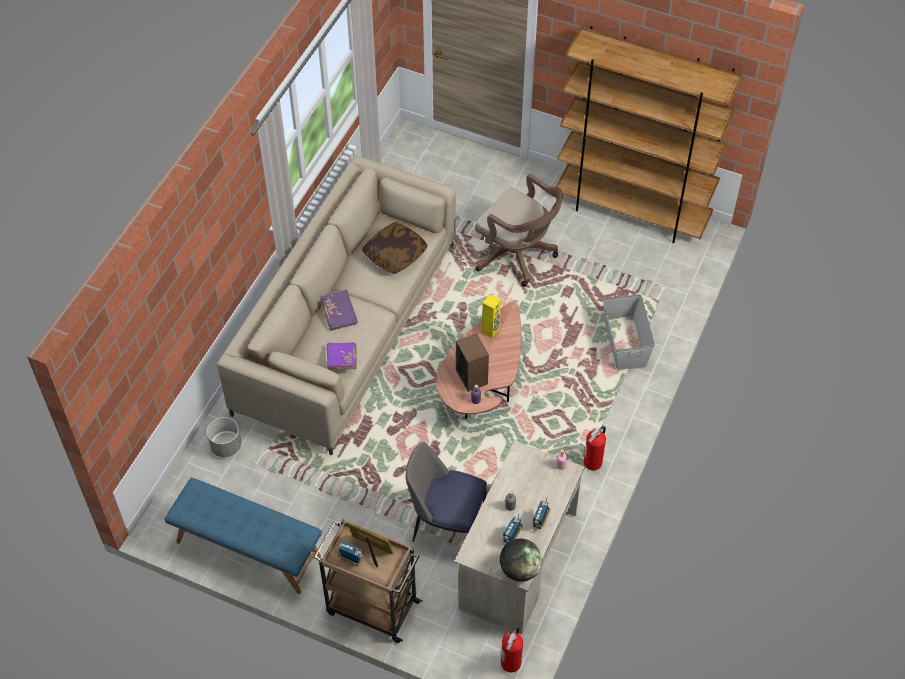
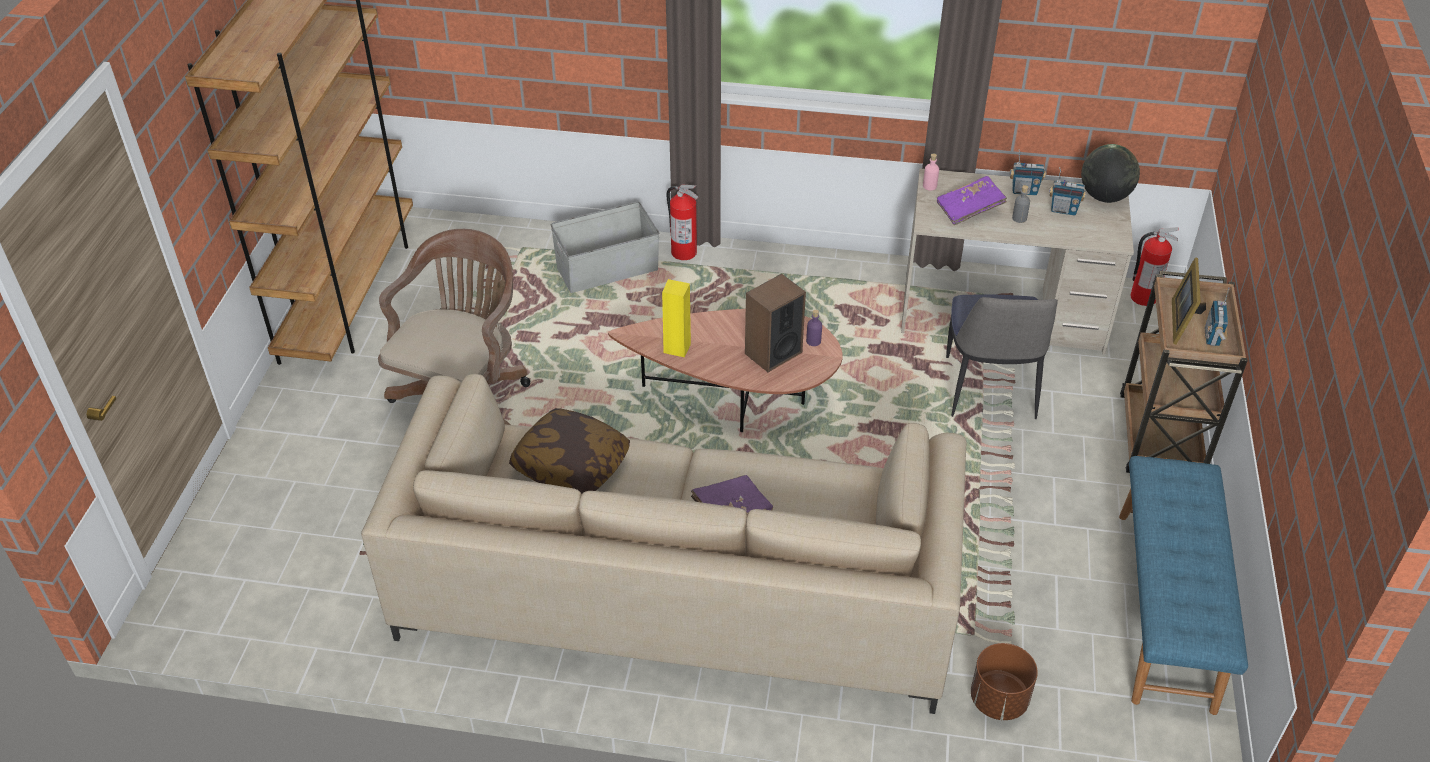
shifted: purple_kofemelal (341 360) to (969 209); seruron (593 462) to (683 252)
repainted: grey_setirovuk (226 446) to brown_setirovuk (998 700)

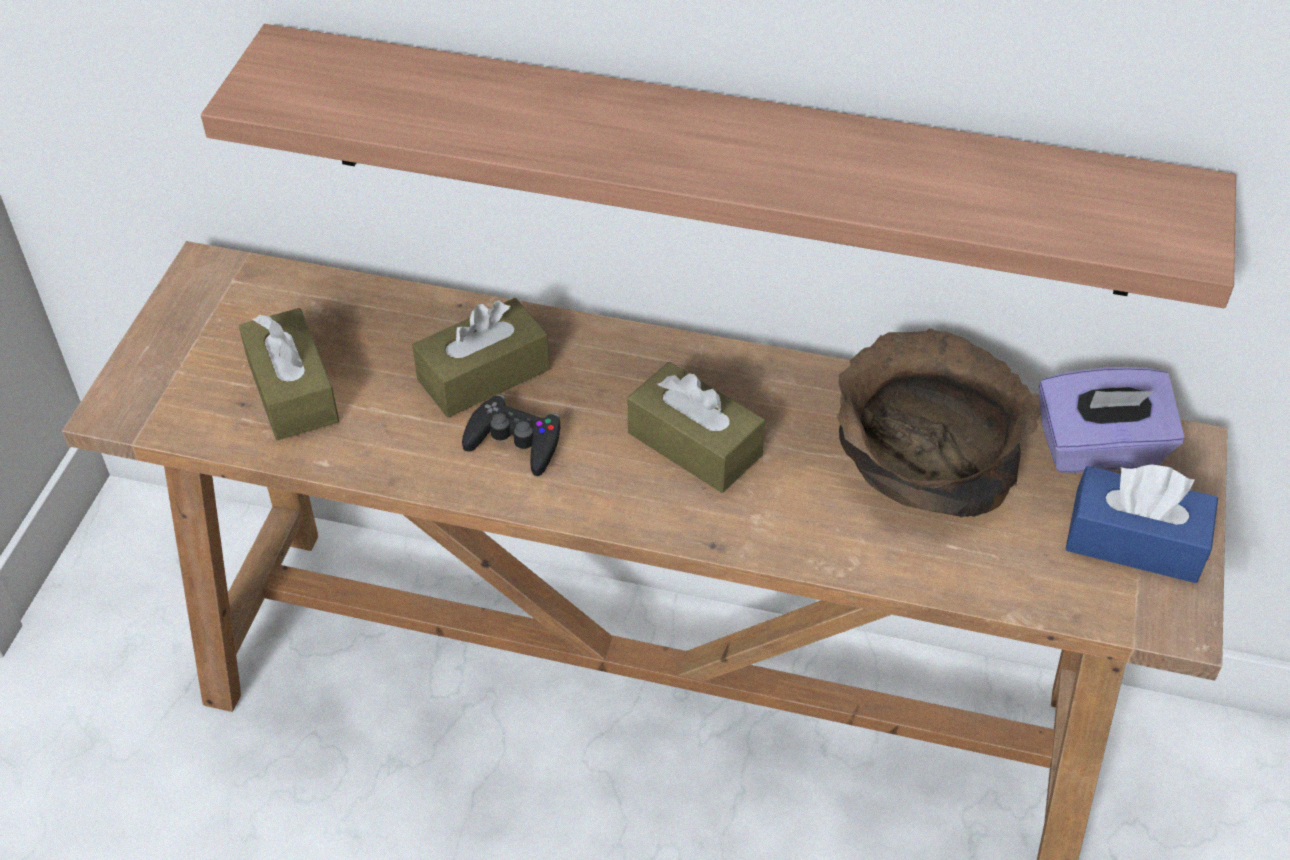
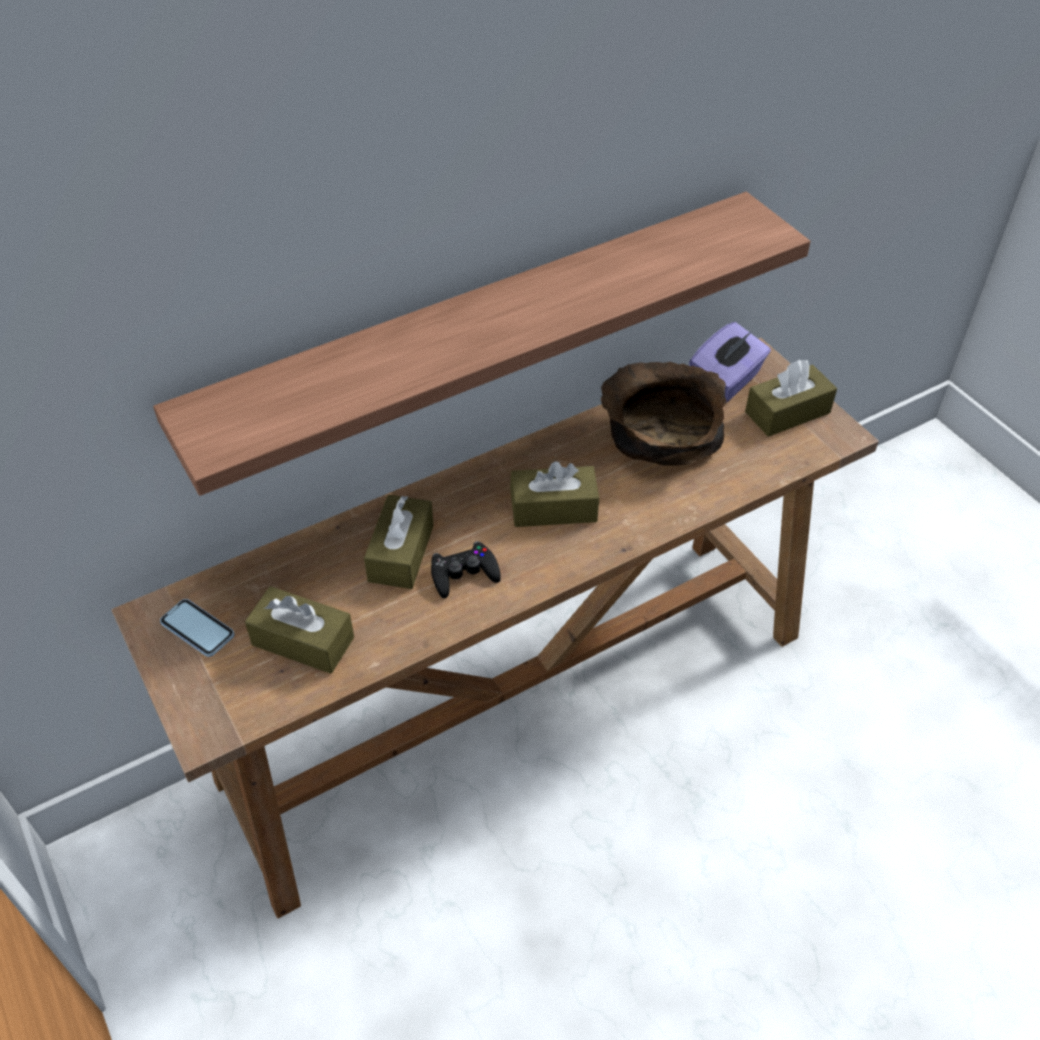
new: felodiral (197 629)
repainted: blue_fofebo (1134 541) to brown_fofebo (787 412)

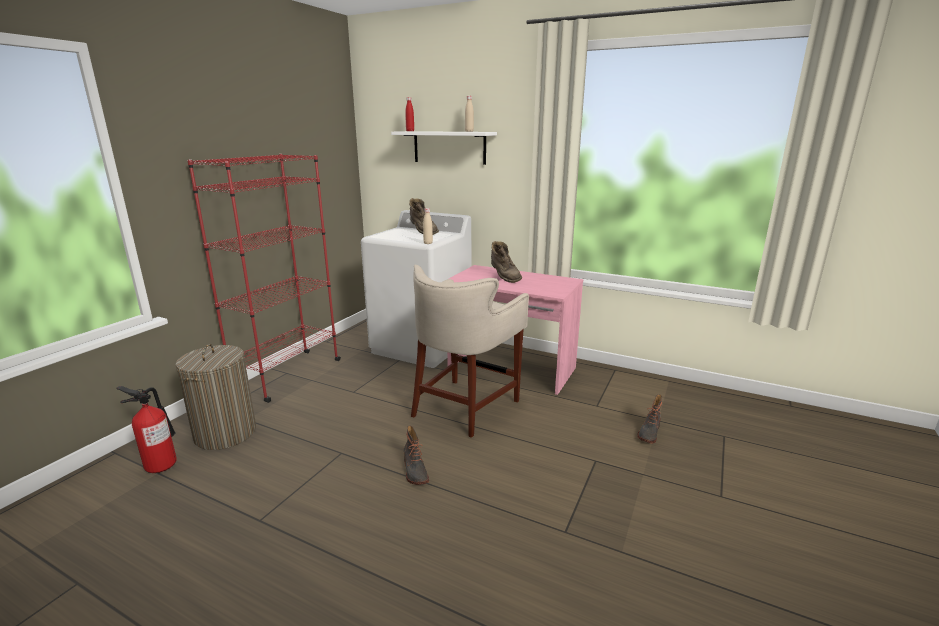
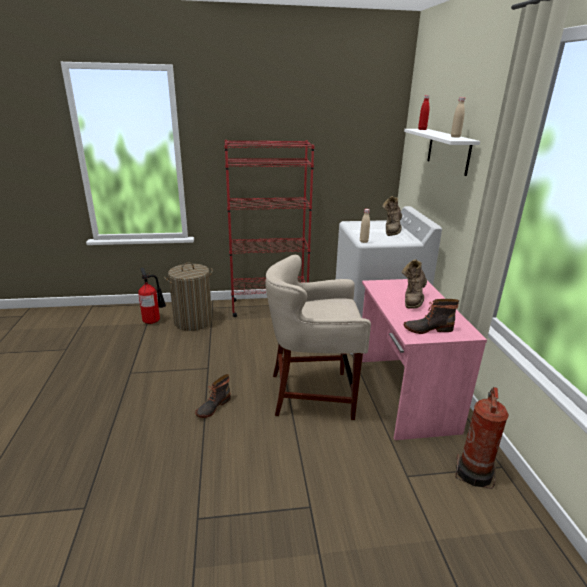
new: seruron (474 472)
shifted: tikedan (648 432) to (427 329)

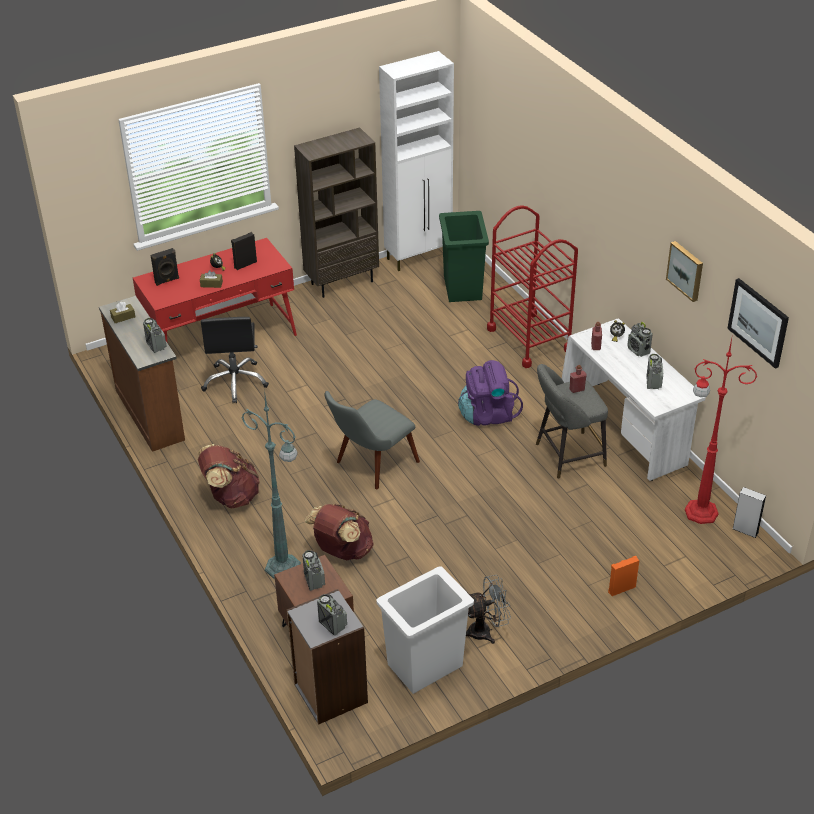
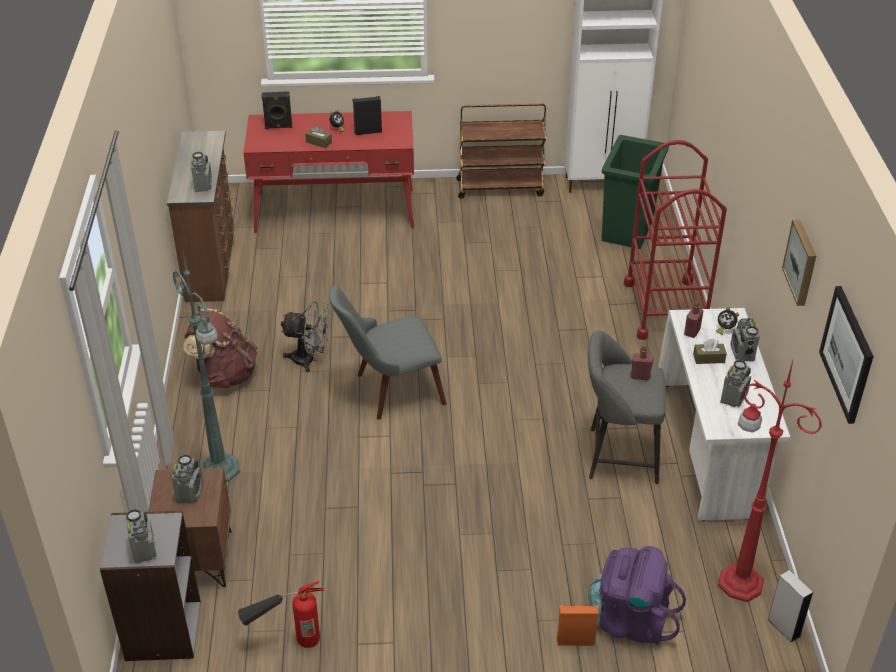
gone: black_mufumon (235 382); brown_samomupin (342 551)
shifted: brown_fofebo (123 317) to (708 358); purple_samomupin (488 415) to (630 620); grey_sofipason (485 631) to (309 360)
swapped: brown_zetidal (342 282) to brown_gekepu (500 187); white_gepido (426 665) to seruron (286 641)

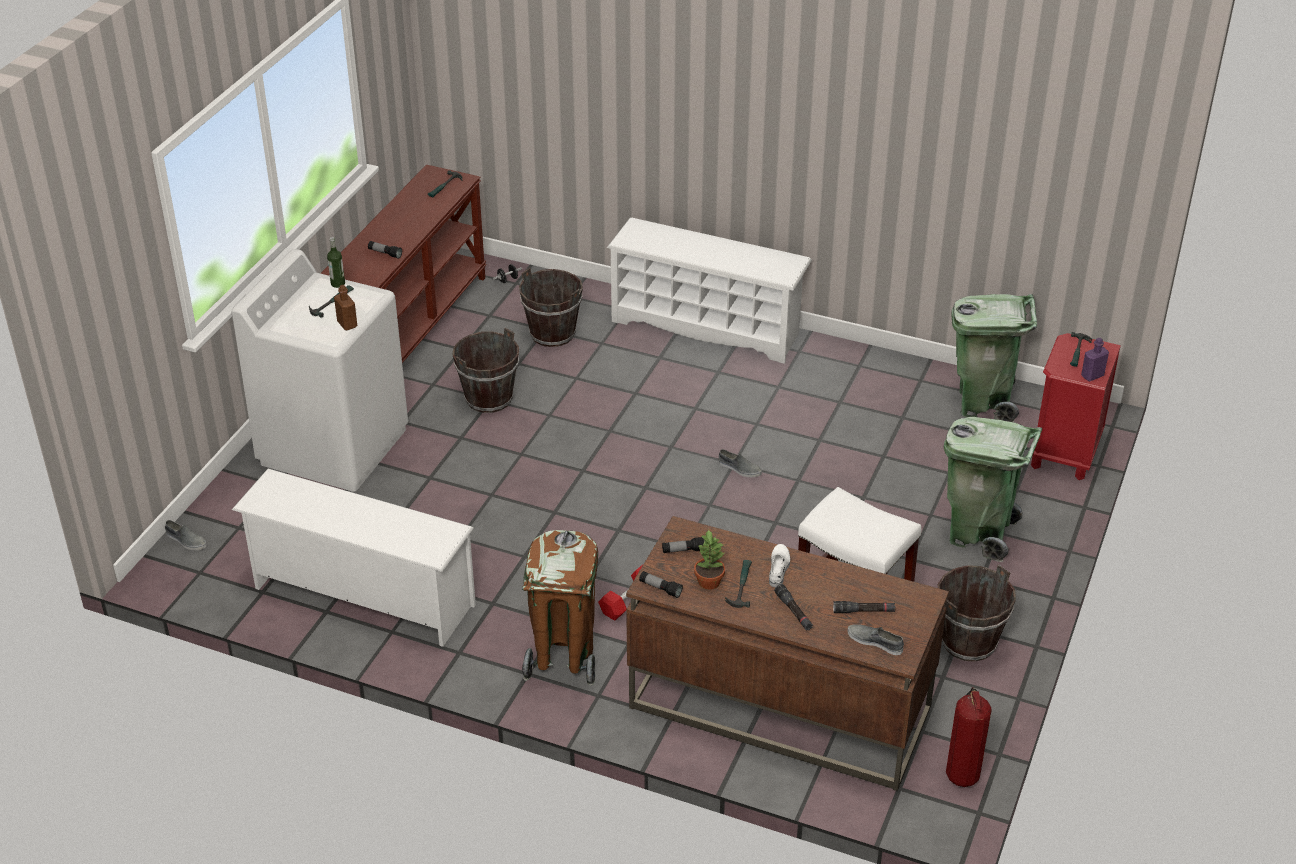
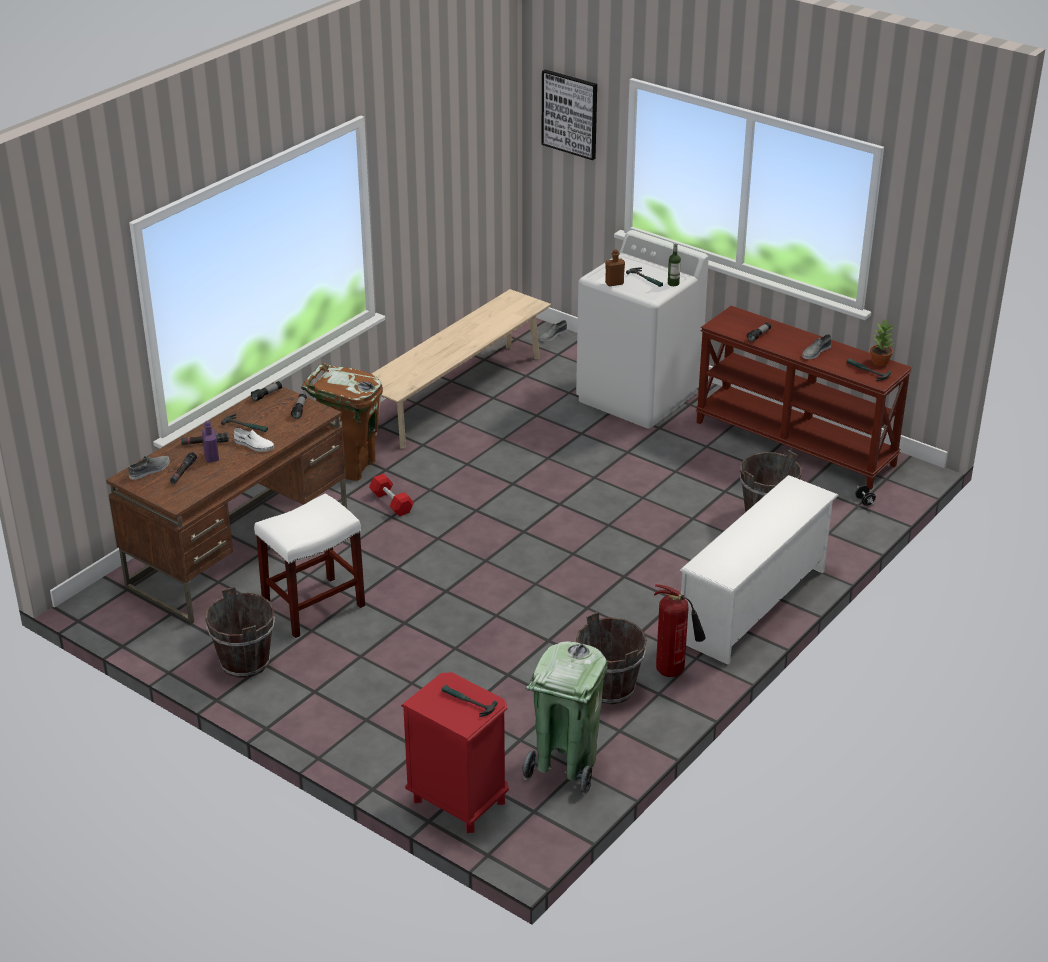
gone: green_gepido (979 533)
new: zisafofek (570 114)
shifted: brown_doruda (489 399) to (609 688); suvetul (708 581) to (880 361); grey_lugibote (739 468) to (816 352); seruron (960 774) to (674 672); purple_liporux (1092 376) to (211 457)
swapped: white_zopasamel (361 597) to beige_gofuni (458 394)

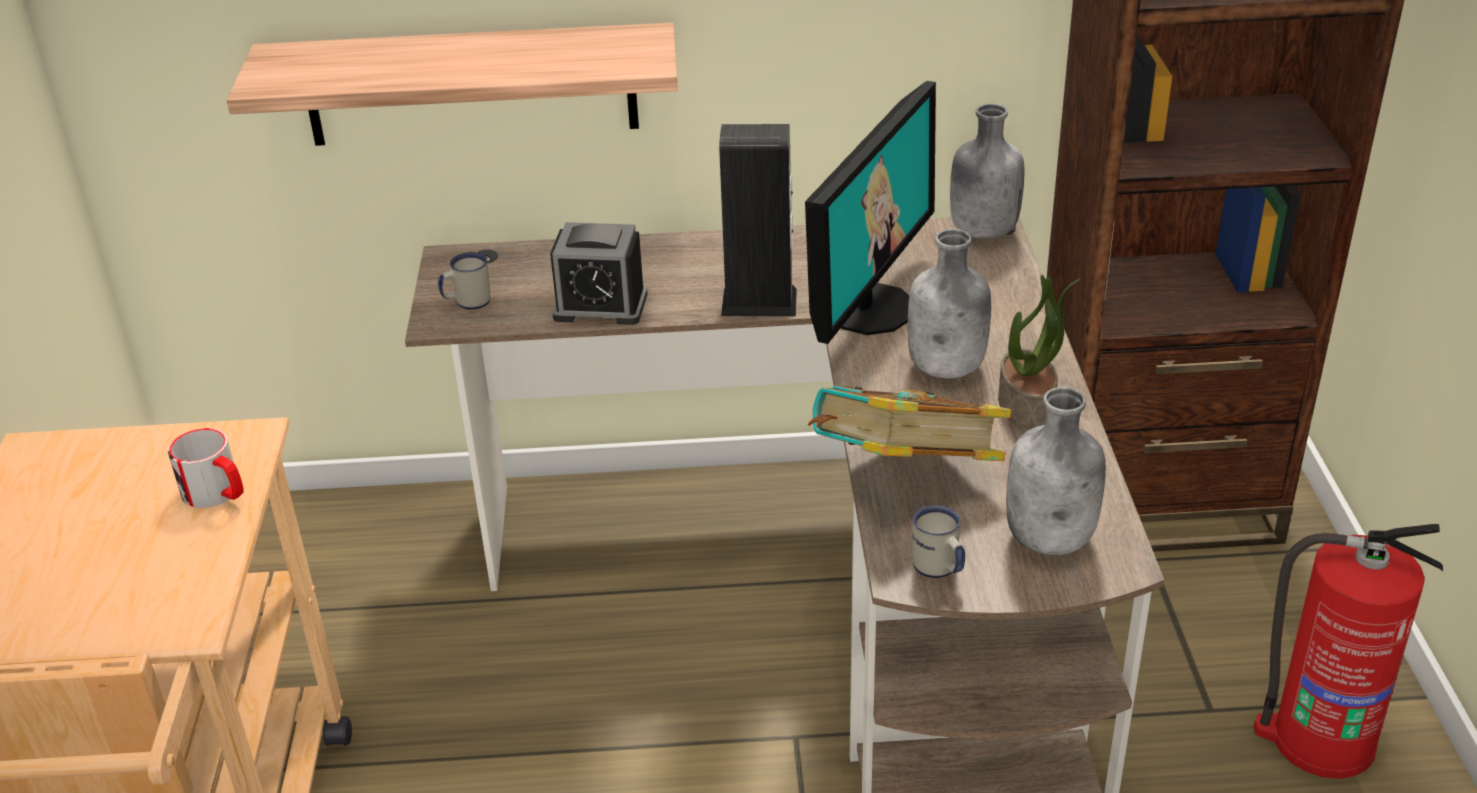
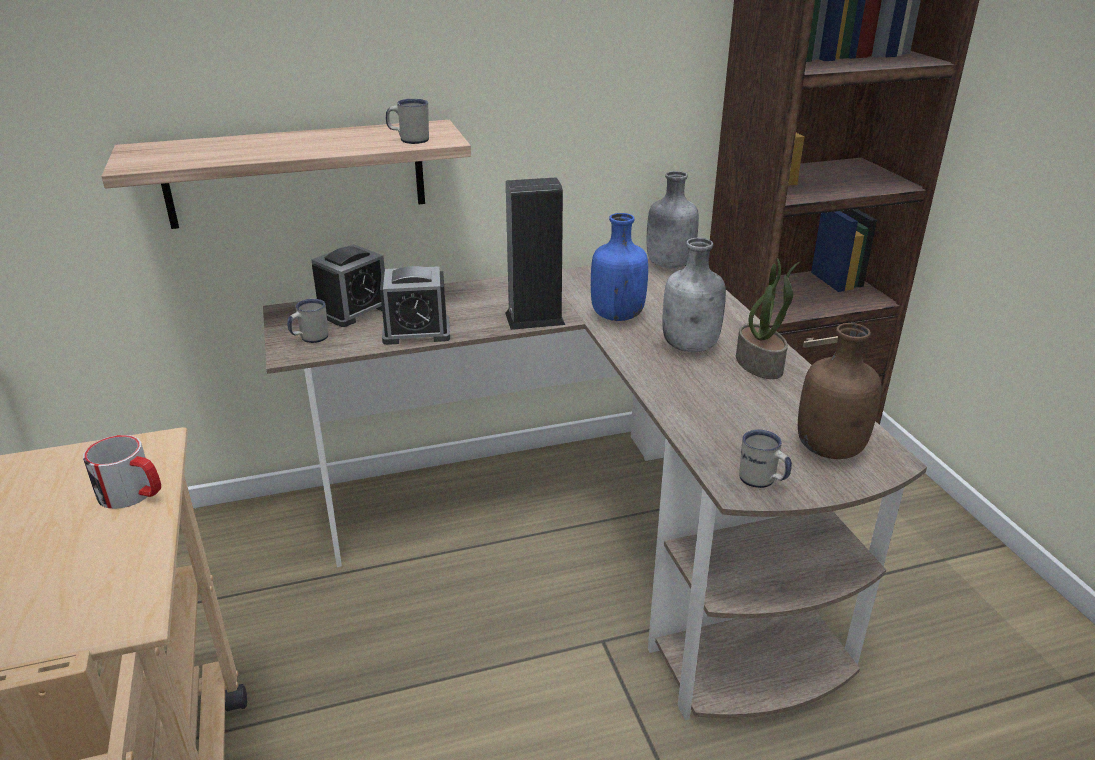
gone: kofemelal (904 476); seruron (1319 740)
new: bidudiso (354 310); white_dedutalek (409 140)
swapped: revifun (870 309) to blue_liporux (616 315)
repainted: grey_liporux (1051 539) to brown_liporux (831 449)

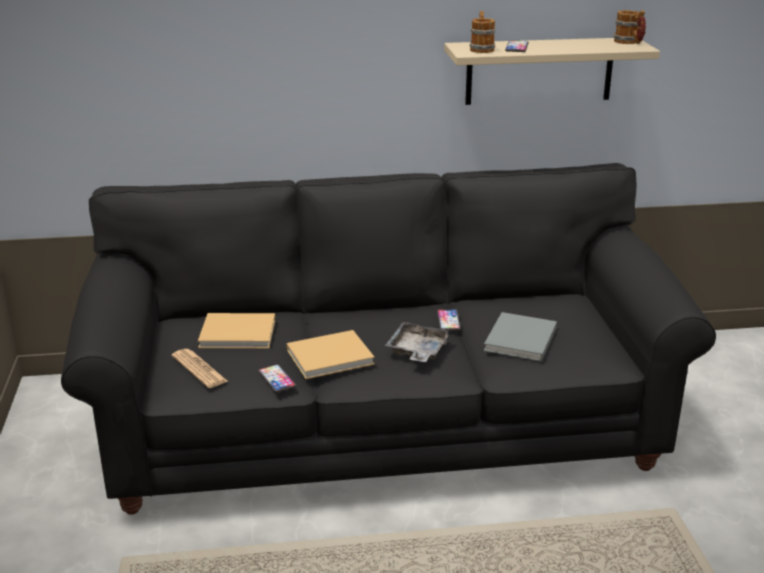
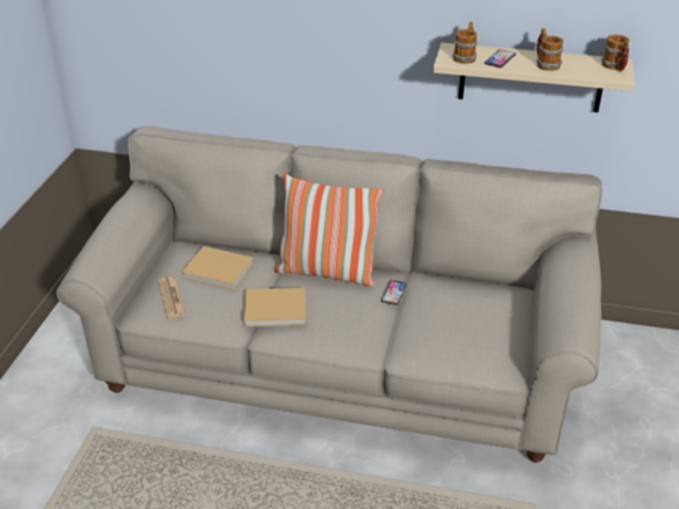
gone: felodiral (277 379); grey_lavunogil (417 351); grey_kofemelal (520 340)
new: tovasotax (327 272); dedutalek (545 64)
repainted: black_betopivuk (382 423) to beige_betopivuk (339 358)

